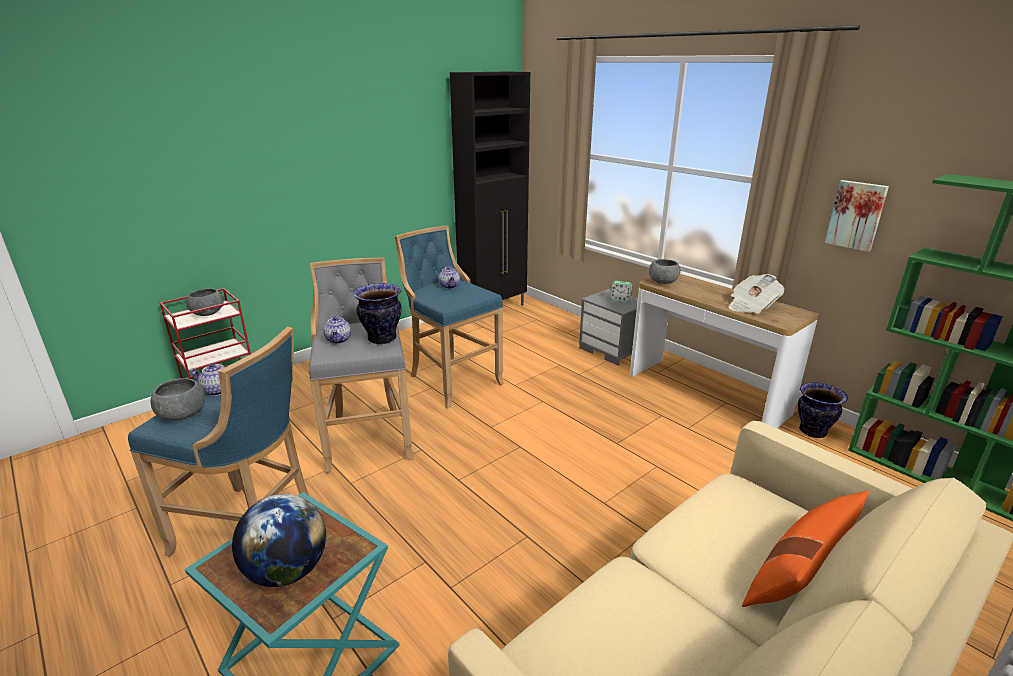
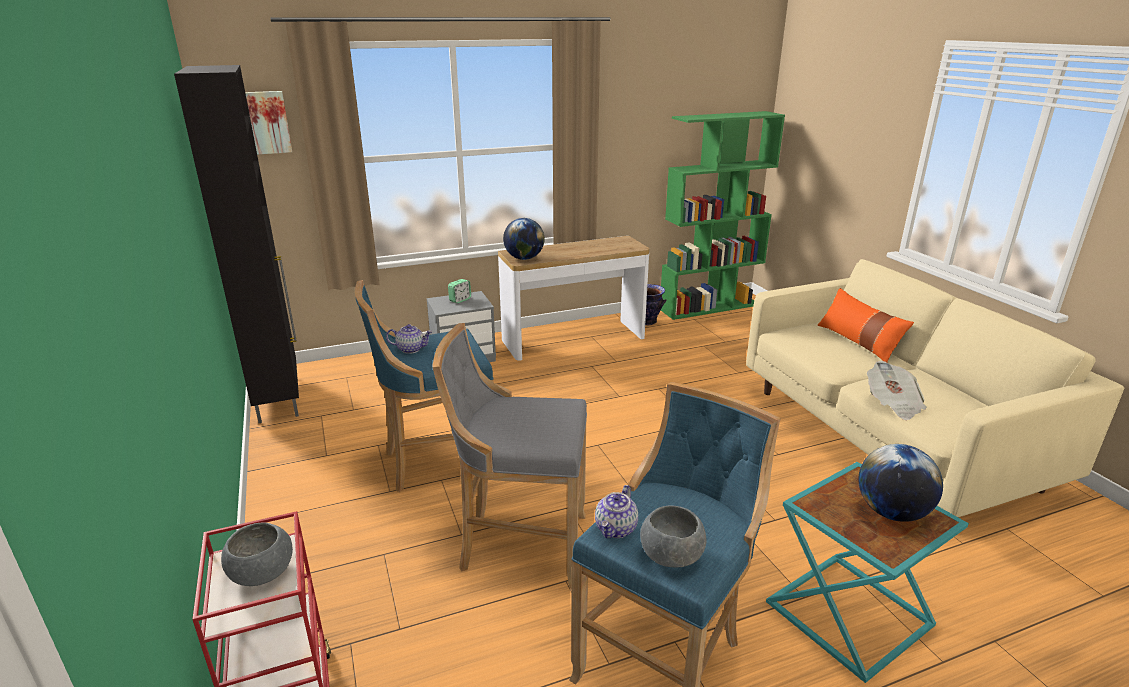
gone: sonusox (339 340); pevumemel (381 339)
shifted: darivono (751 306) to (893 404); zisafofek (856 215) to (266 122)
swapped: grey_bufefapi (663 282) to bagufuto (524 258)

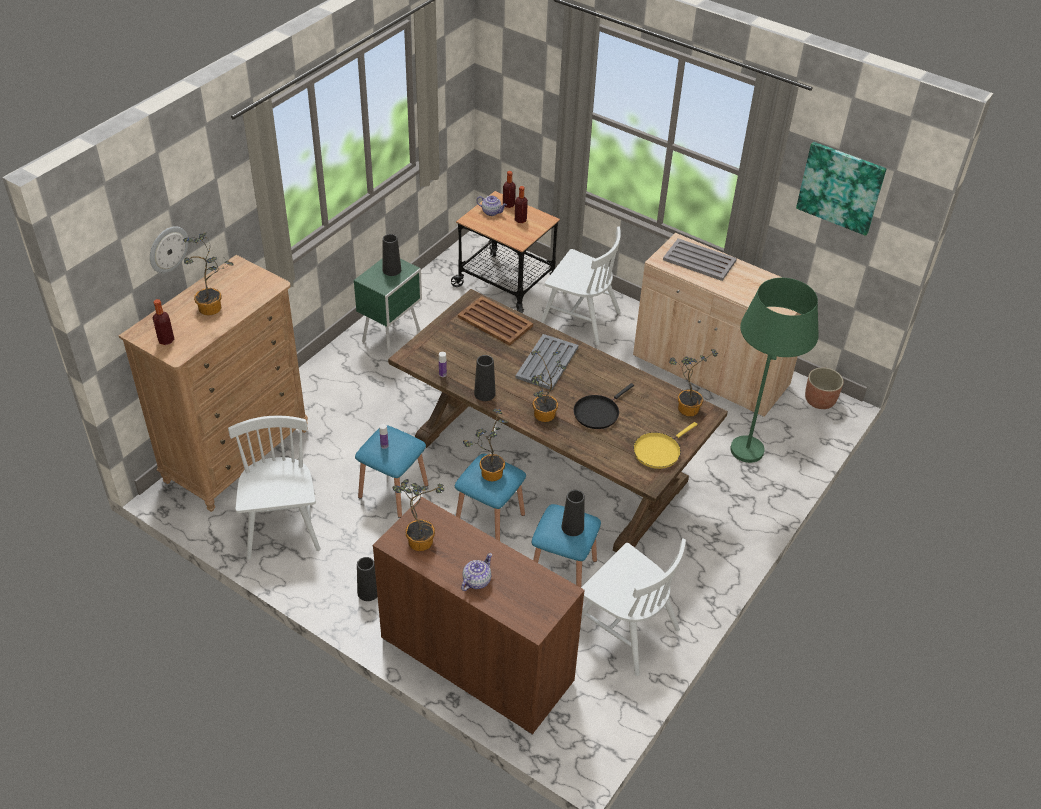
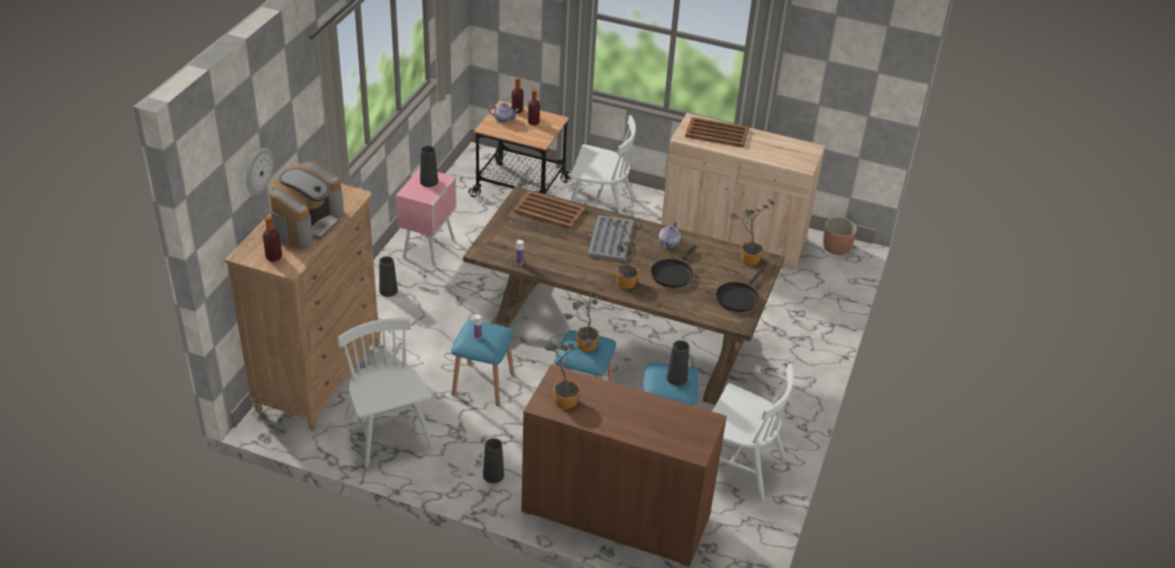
gone: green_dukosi (747 464); zisafofek (841 187)
shifted: sonusox (476 581) to (668 243); black_pevumemel (484 393) to (388 290)
swapped: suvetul (213 308) to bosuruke (307 223)
repainted: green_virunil (392 336) to pink_virunil (430 248); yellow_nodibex (658 451) to black_nodibex (738 297); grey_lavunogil (700 261) to brown_lavunogil (717 133)

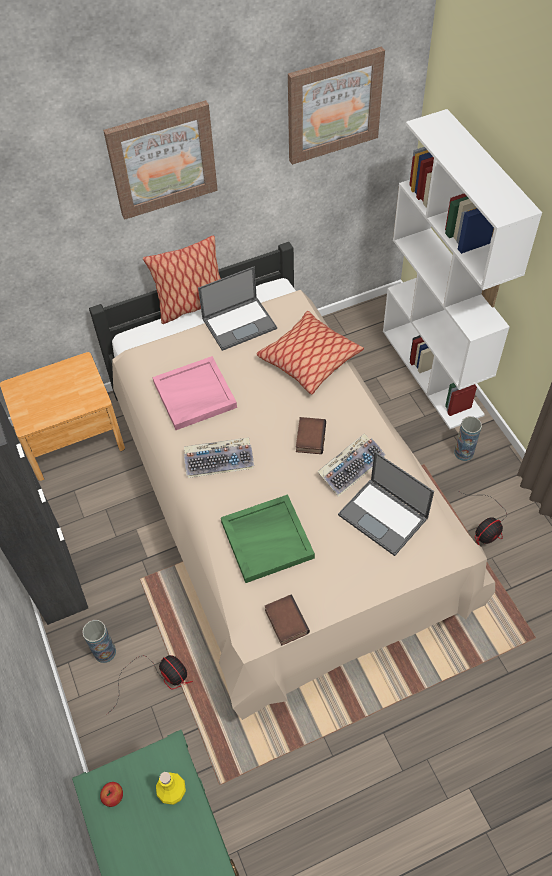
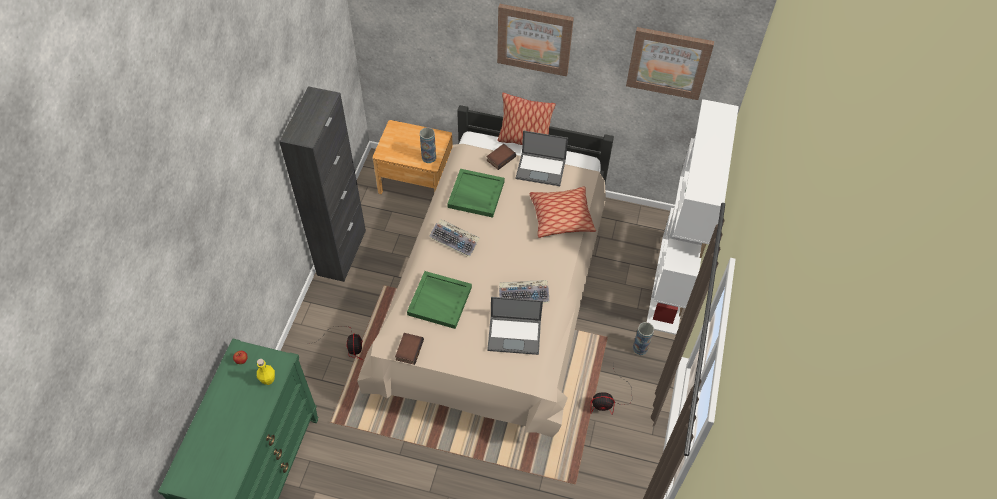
shifted: pevumemel (105 652) to (429 157); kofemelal (309 437) to (500 158)
repainted: pink_lavunogil (194 395) to green_lavunogil (475 195)
rotated: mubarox (384 517) = (515 334) 75 degrees counterclockwise

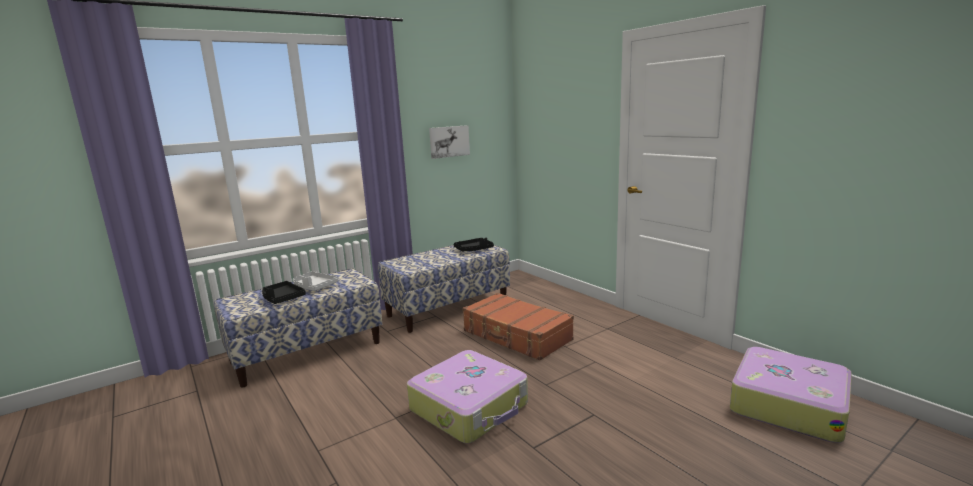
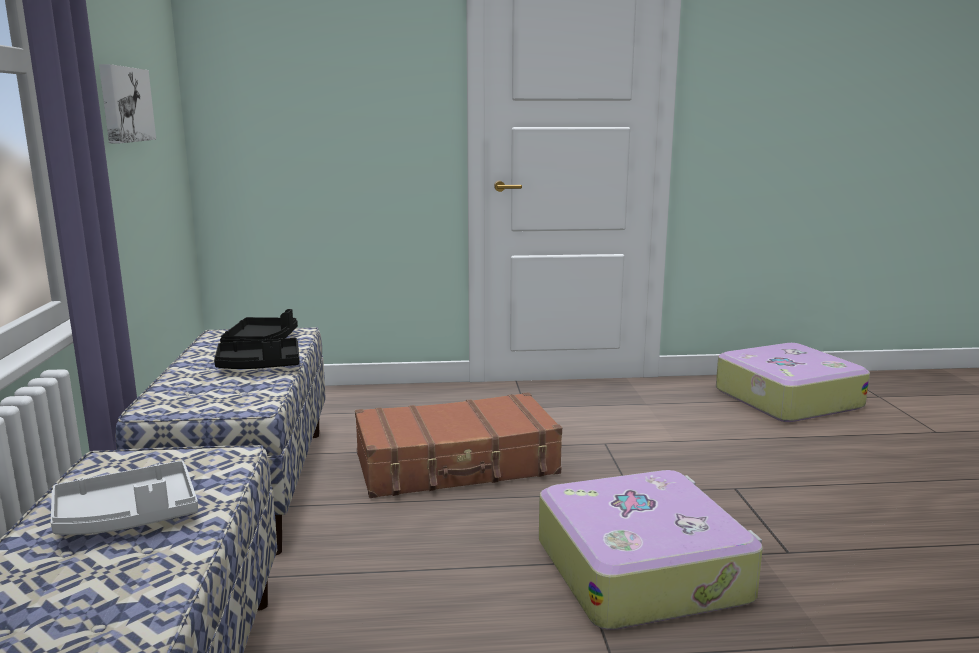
shifted: black_lavunogil (282 298) to (259 366)

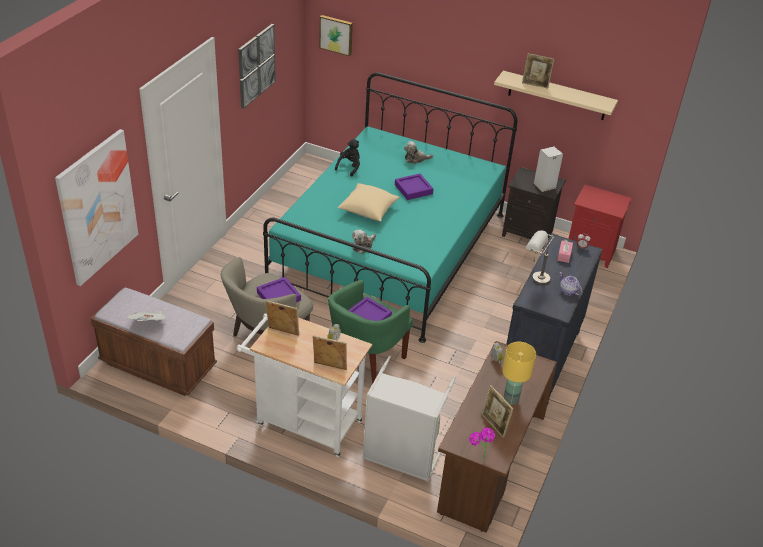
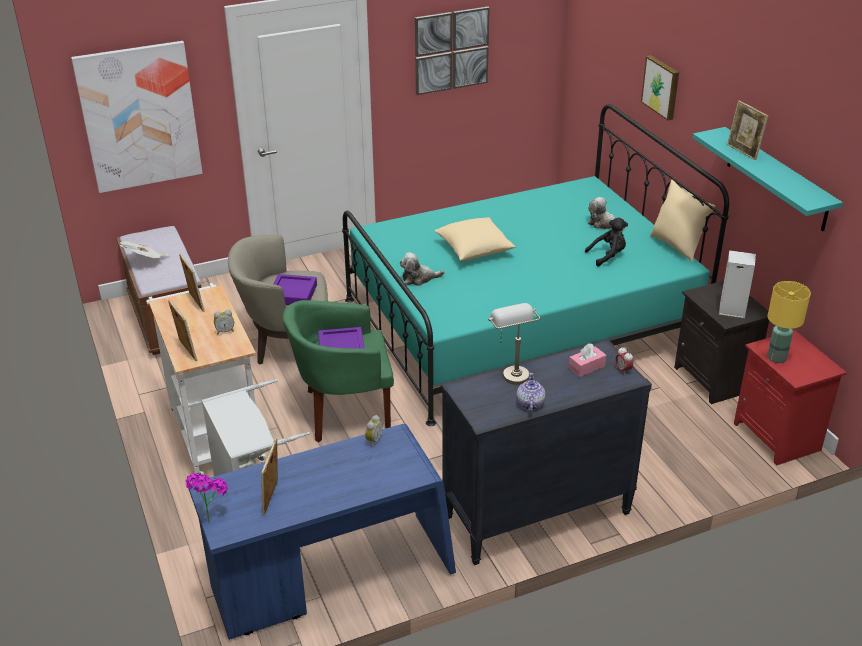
gone: purple_lavunogil (413 189)
new: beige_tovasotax (677 246)
shifted: zisafofek (336 34) to (662 87); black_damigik (349 167) to (608 256); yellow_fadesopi (511 400) to (777 358)
repainted: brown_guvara (489 463) to blue_guvara (331 578); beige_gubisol (557 96) to turquoise_gubisol (777 179)

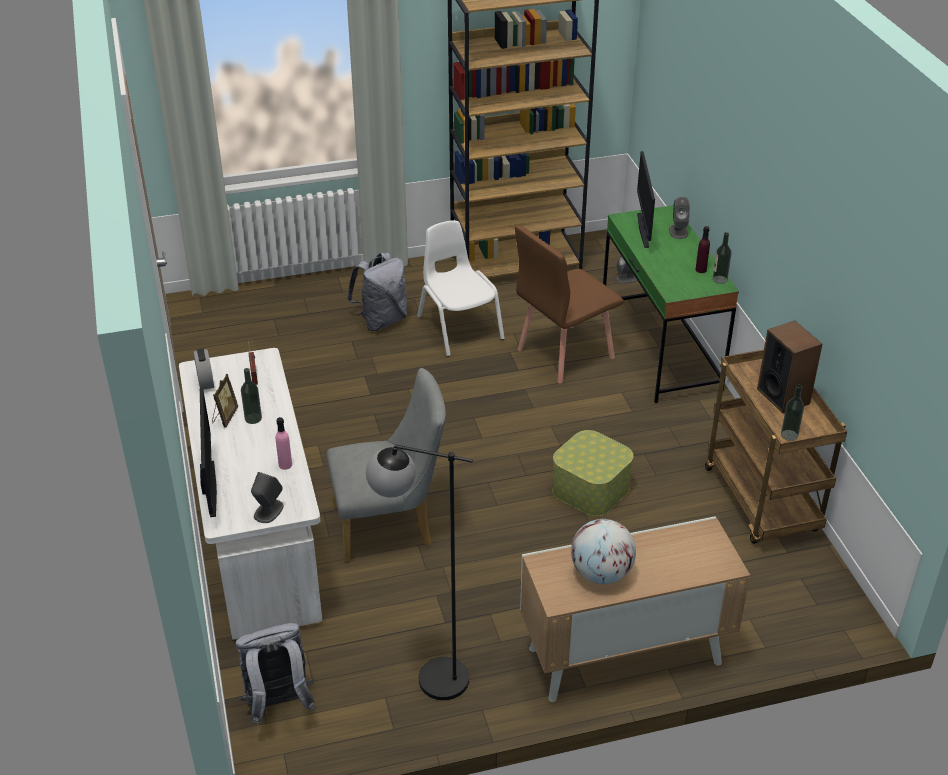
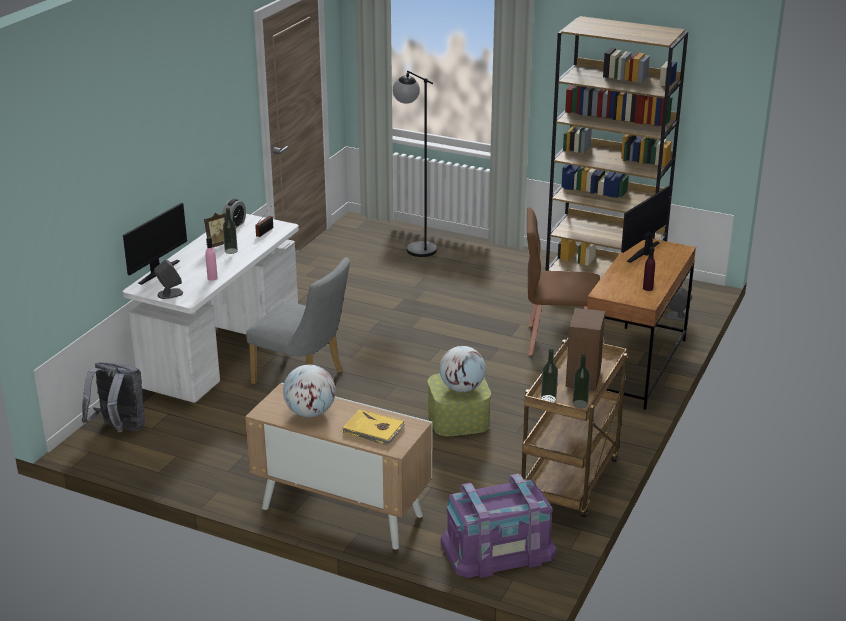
gone: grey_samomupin (381 320); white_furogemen (459 328); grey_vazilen (678 231)
new: yellow_kofemelal (373 430); bagufuto (462 388); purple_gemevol (498 548)
shifted: black_dukosi (426 676) to (415 246); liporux (720 279) to (580 404)
repainted: green_guvara (659 350) to brown_guvara (634 367)

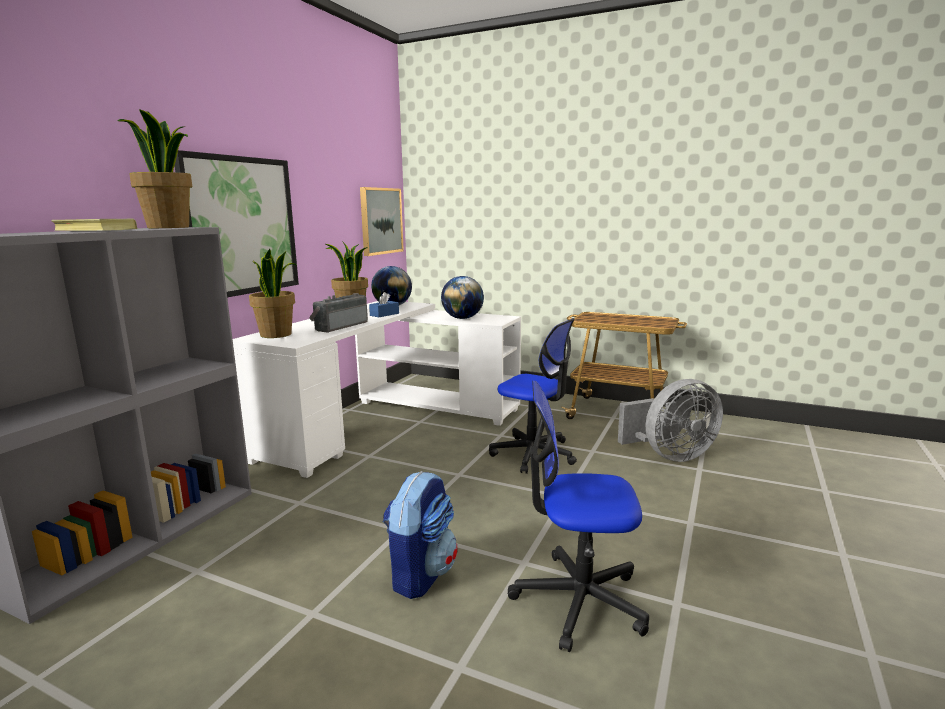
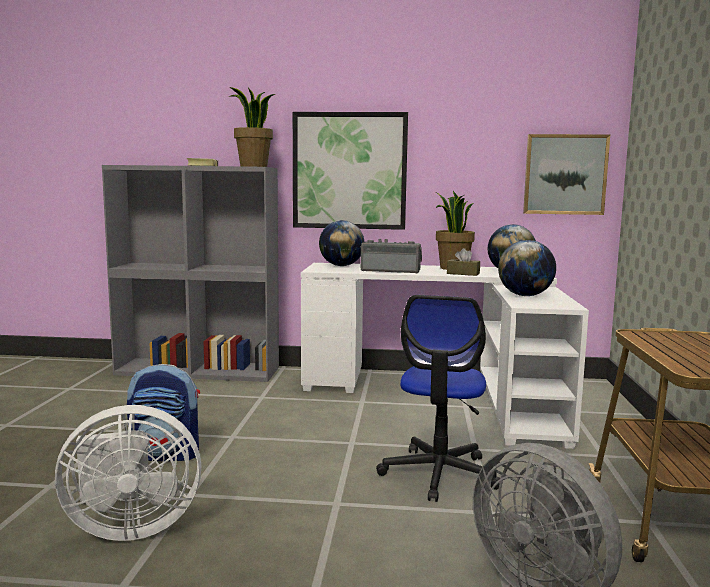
swapped: suvetul (276 334) to bagufuto (341 266); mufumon (578 600) to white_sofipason (129 527)
repainted: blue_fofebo (384 314) to brown_fofebo (463 273)

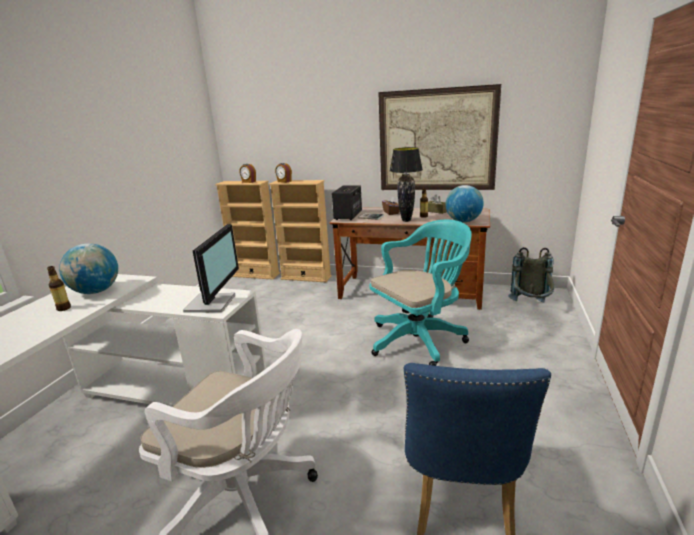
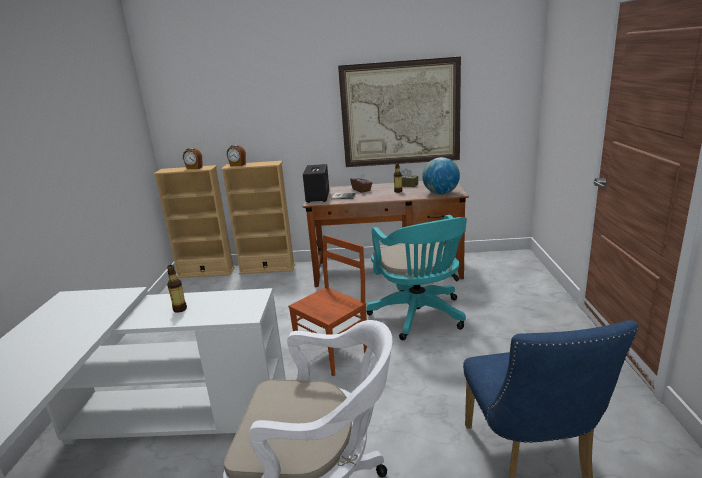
gone: bagufuto (96 291); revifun (213 303); black_fadesopi (406 220); grey_samomupin (531 306)
new: brown_furogemen (333 354)
shifted: liporux (64 308) to (180 309)
rotated: turquoise_mufumon (420 339) = (419 317) 120 degrees clockwise

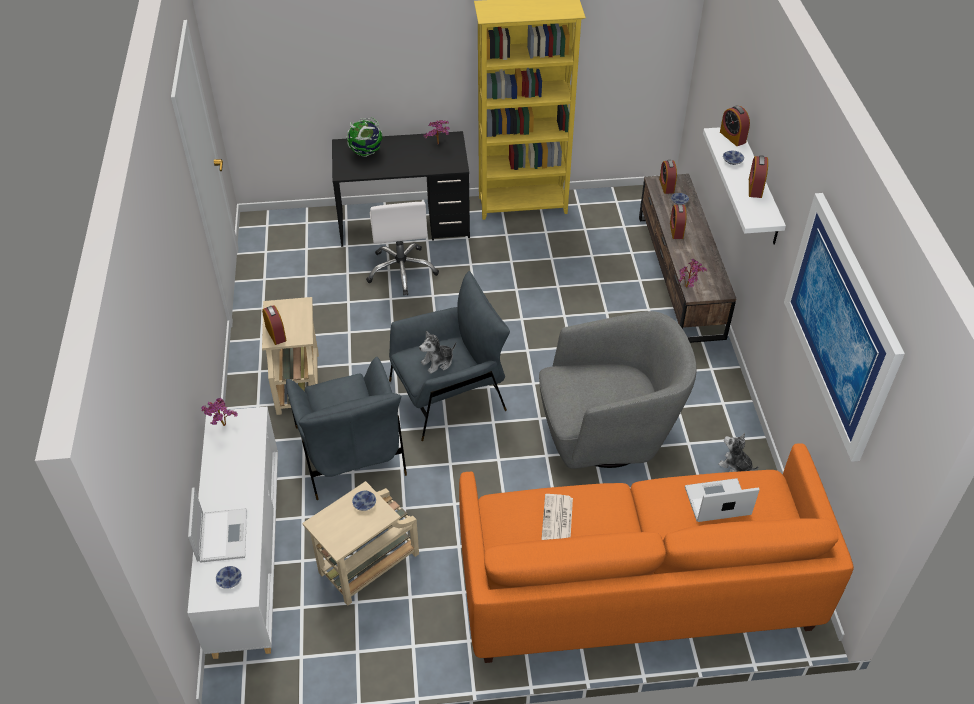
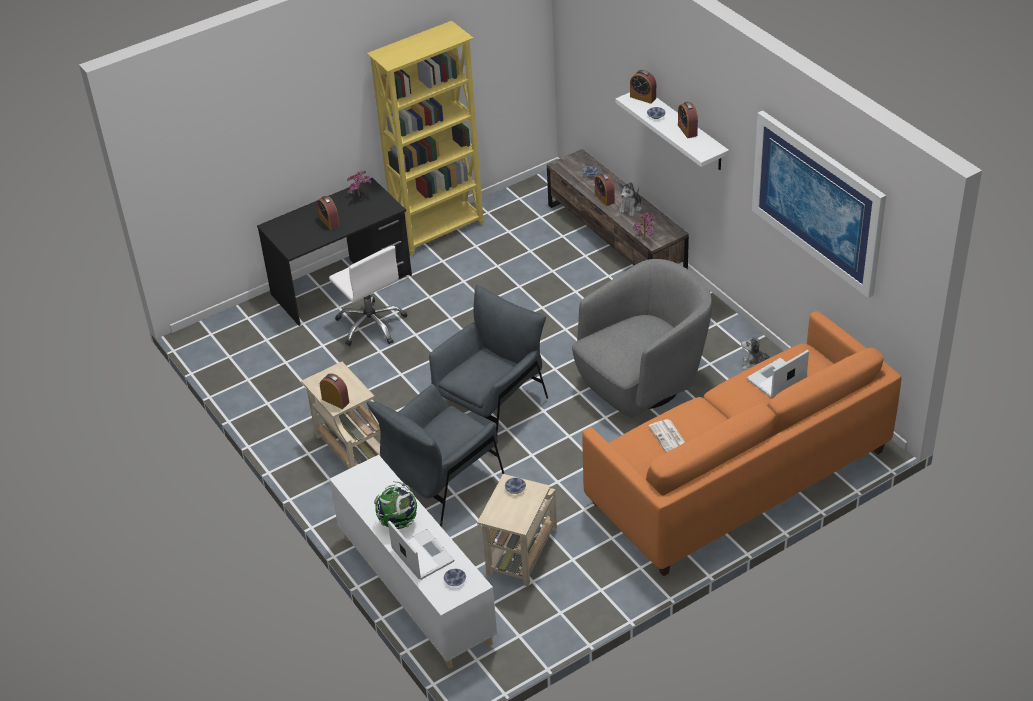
gone: suvetul (222 427)
shifted: bagufuto (366 152) to (398 522); damigik (438 362) to (630 208); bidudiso (666 186) to (329 222)
rotated: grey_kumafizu (350 452) = (441 481) 90 degrees clockwise

